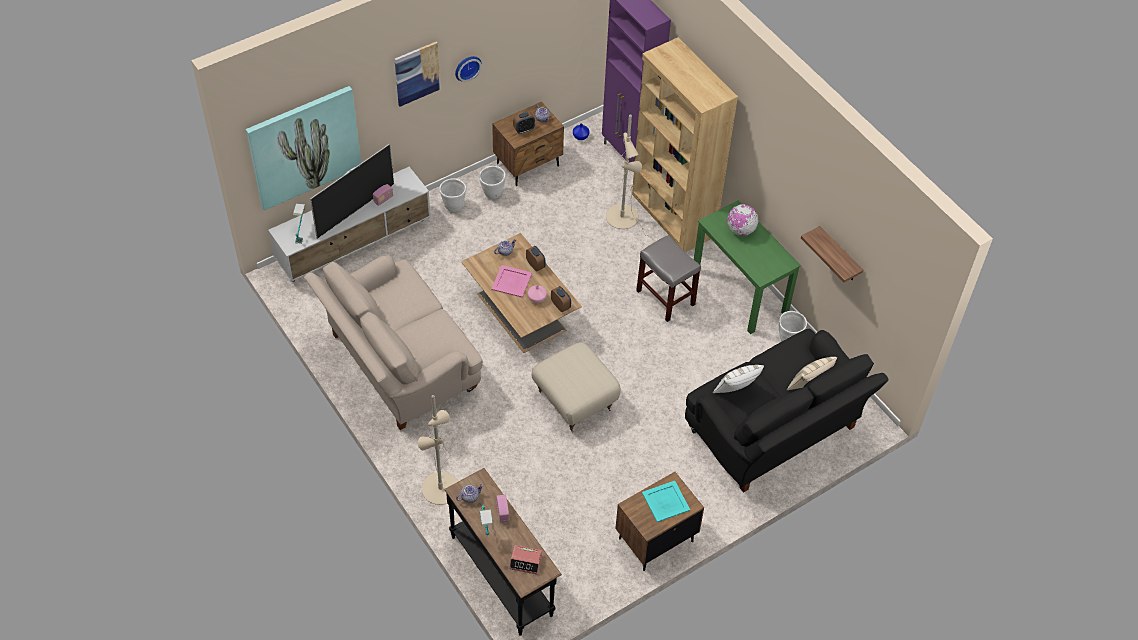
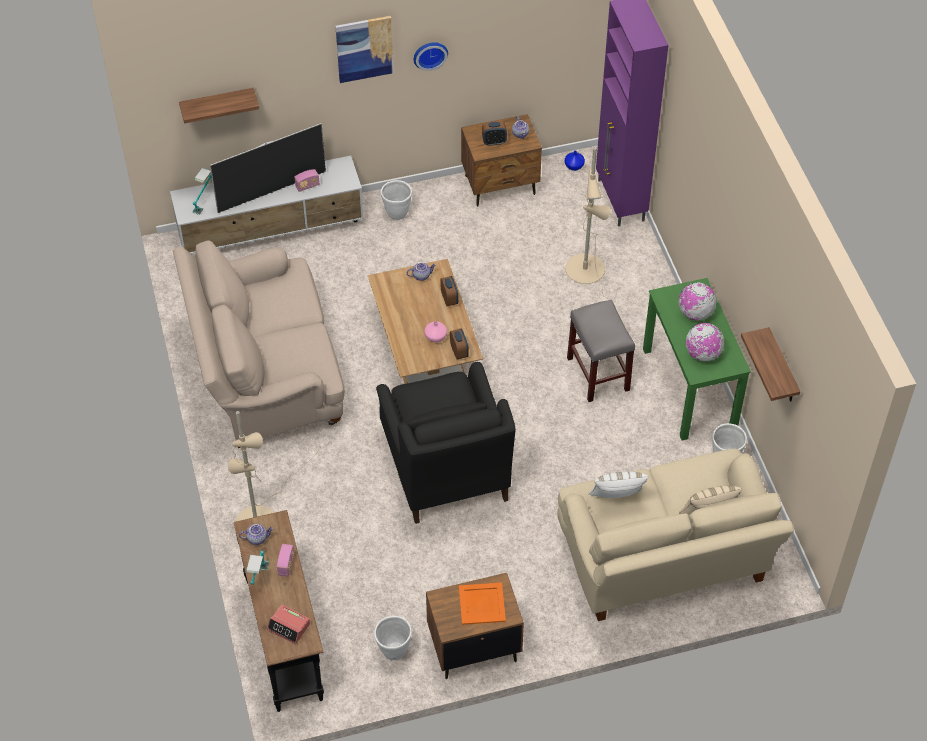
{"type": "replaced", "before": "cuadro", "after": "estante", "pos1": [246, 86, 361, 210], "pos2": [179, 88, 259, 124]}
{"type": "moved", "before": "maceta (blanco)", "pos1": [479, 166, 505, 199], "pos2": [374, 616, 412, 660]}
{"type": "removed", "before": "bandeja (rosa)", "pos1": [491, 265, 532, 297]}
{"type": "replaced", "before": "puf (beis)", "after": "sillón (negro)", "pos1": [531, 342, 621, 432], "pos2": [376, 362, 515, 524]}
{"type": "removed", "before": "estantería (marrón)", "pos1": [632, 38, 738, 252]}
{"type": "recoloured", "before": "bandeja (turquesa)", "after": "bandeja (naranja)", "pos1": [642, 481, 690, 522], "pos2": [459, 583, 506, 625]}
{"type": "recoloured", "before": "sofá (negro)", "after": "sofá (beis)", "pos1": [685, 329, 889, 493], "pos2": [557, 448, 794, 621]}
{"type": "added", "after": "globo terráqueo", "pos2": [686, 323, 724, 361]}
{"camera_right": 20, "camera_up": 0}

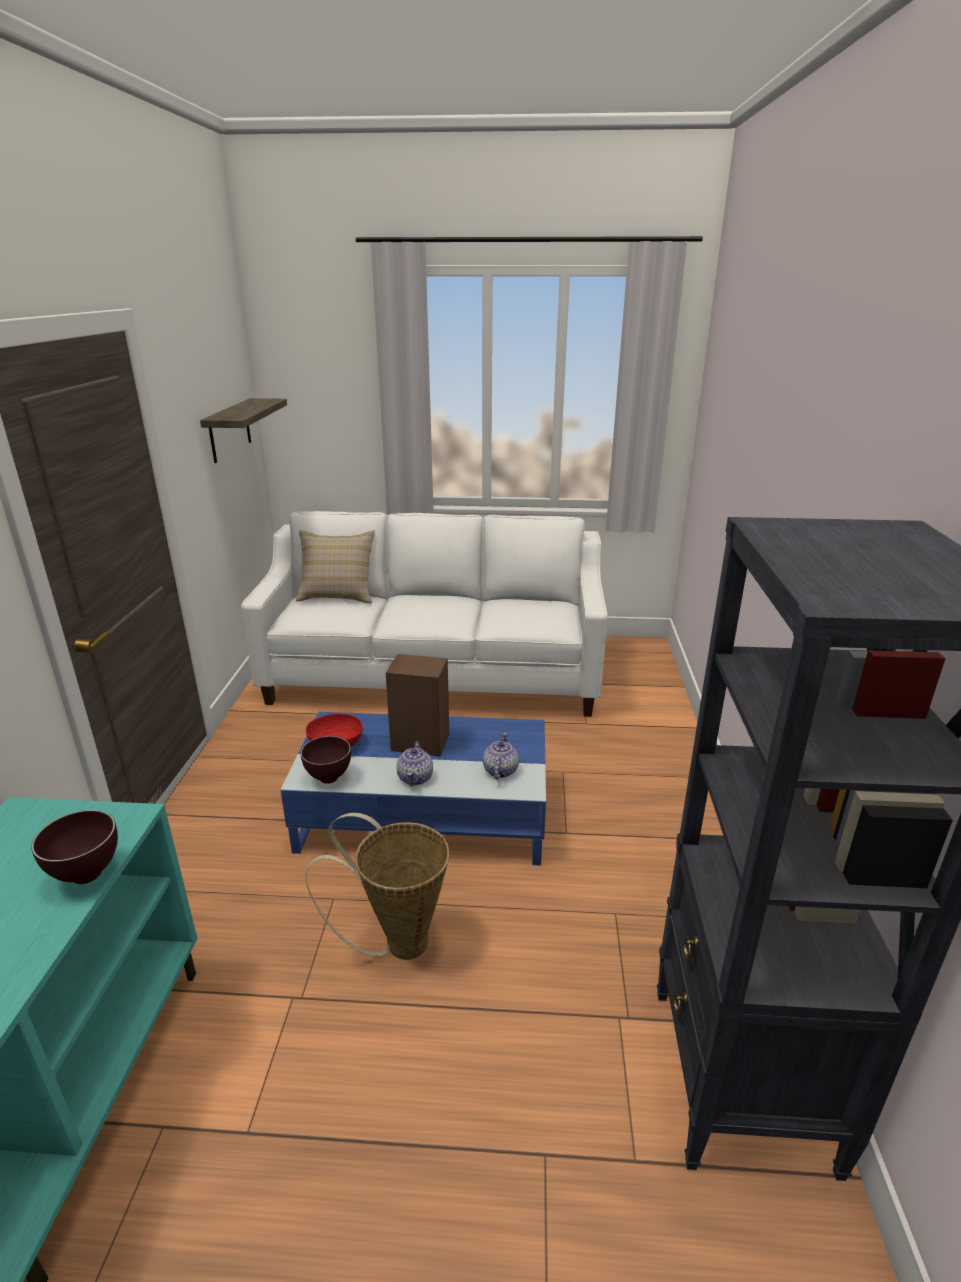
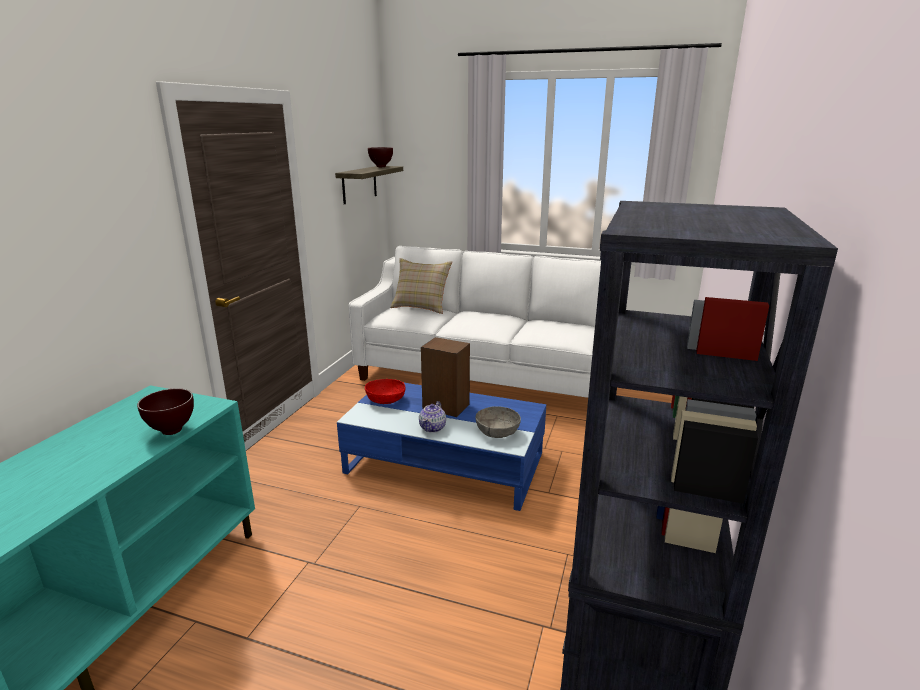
{"type": "moved", "before": "cuenco (marrón)", "pos1": [301, 736, 351, 784], "pos2": [368, 147, 393, 167]}
{"type": "removed", "before": "cesta", "pos1": [305, 813, 449, 960]}
{"type": "replaced", "before": "tetera", "after": "cuenco (gris)", "pos1": [483, 733, 519, 780], "pos2": [476, 406, 521, 438]}
{"camera_right": 15, "camera_up": -5}

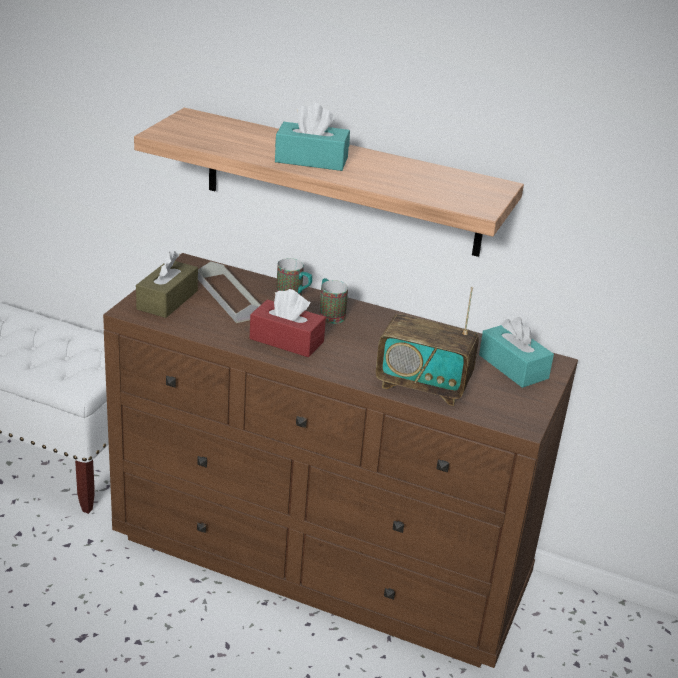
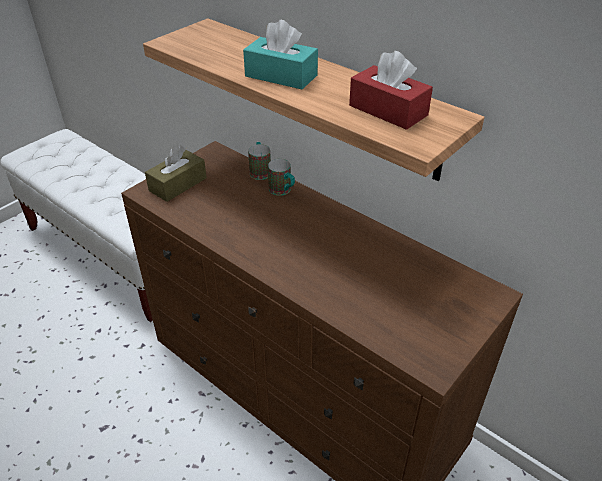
{"type": "removed", "before": "bandeja (gris)", "pos1": [198, 262, 260, 323]}
{"type": "moved", "before": "caja de pañuelos (rojo)", "pos1": [250, 289, 326, 357], "pos2": [349, 51, 433, 130]}
{"type": "moved", "before": "taza grande", "pos1": [319, 278, 348, 324], "pos2": [248, 142, 271, 180]}
{"type": "removed", "before": "radio", "pos1": [376, 287, 479, 406]}
{"type": "removed", "before": "caja de pañuelos (turquesa)", "pos1": [479, 317, 554, 388]}
{"camera_right": 20, "camera_up": 10}

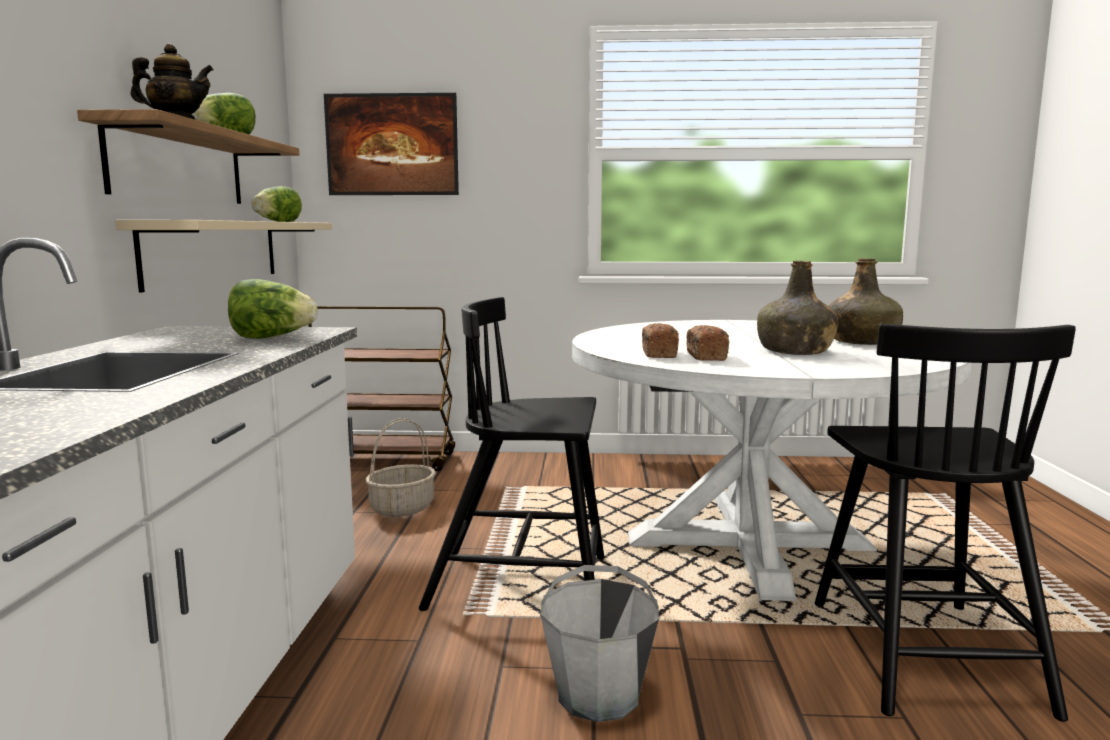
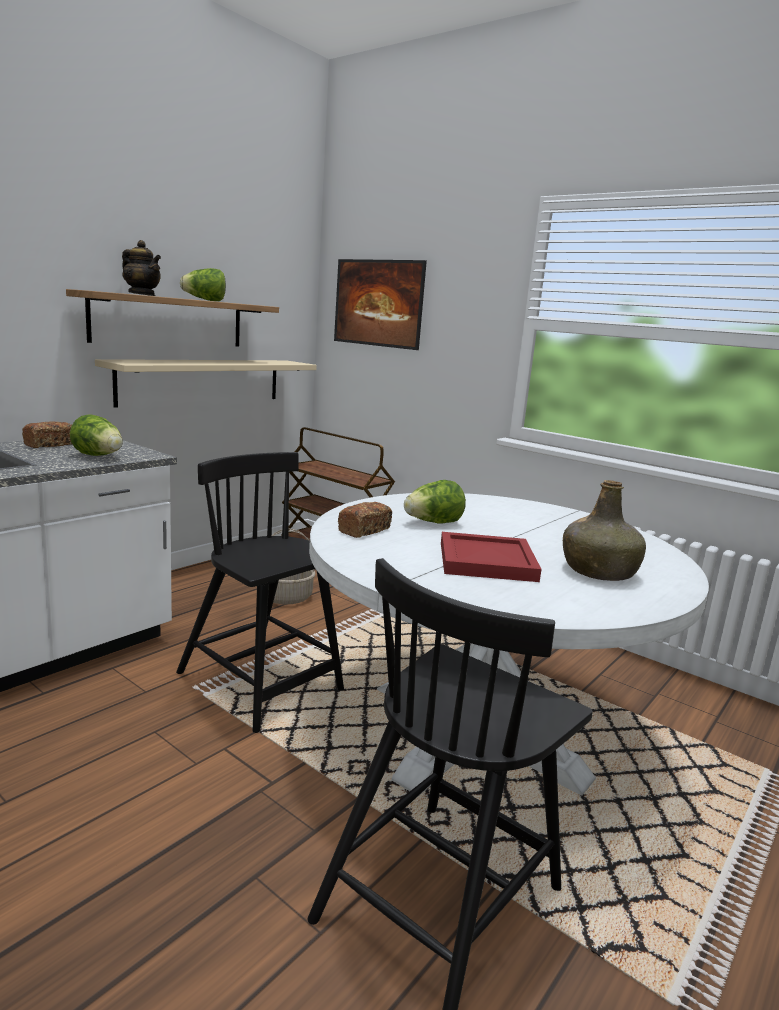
{"type": "moved", "before": "lechuga", "pos1": [251, 186, 302, 222], "pos2": [404, 480, 466, 523]}
{"type": "removed", "before": "cubo (gris)", "pos1": [540, 565, 659, 722]}
{"type": "moved", "before": "pan", "pos1": [686, 325, 729, 361], "pos2": [22, 421, 73, 448]}
{"type": "replaced", "before": "botella (verde)", "after": "bandeja (rojo)", "pos1": [757, 261, 838, 355], "pos2": [441, 532, 541, 582]}
{"camera_right": 35, "camera_up": 5}

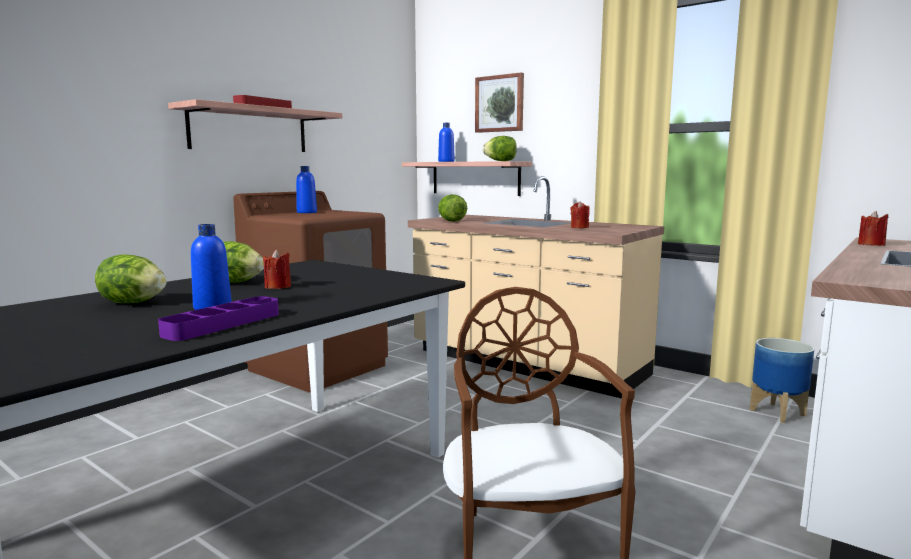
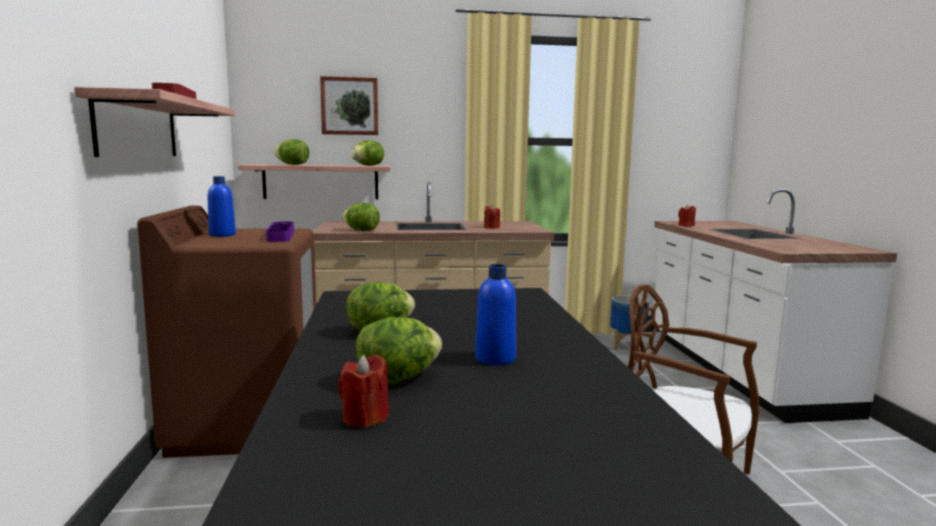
{"type": "moved", "before": "bandeja (morado)", "pos1": [158, 296, 279, 341], "pos2": [266, 222, 294, 242]}
{"type": "moved", "before": "vela (rojo)", "pos1": [263, 250, 291, 289], "pos2": [338, 355, 389, 428]}
{"type": "replaced", "before": "botella (azul)", "after": "lechuga", "pos1": [438, 123, 455, 162], "pos2": [274, 139, 309, 165]}
{"camera_right": -45, "camera_up": 0}

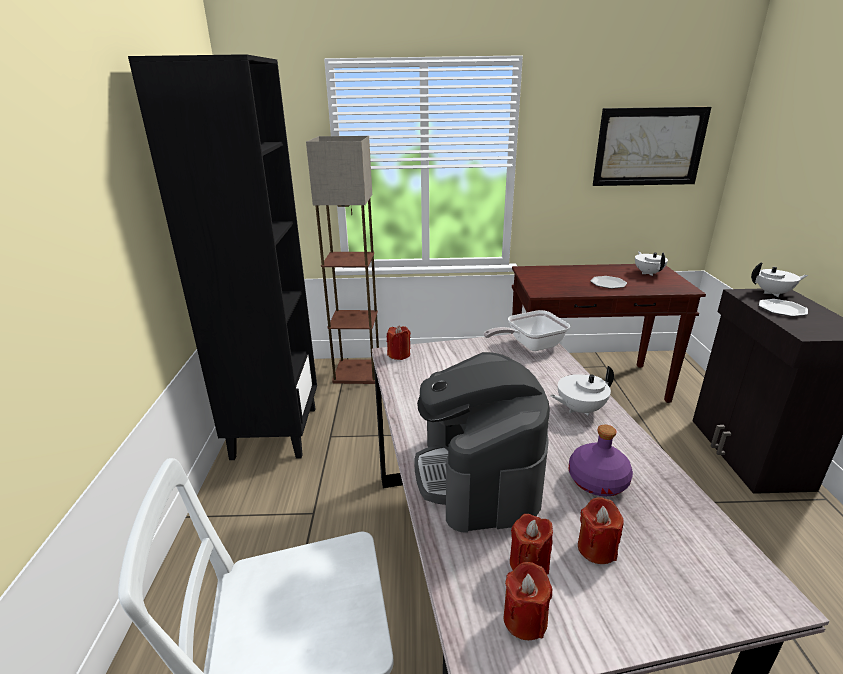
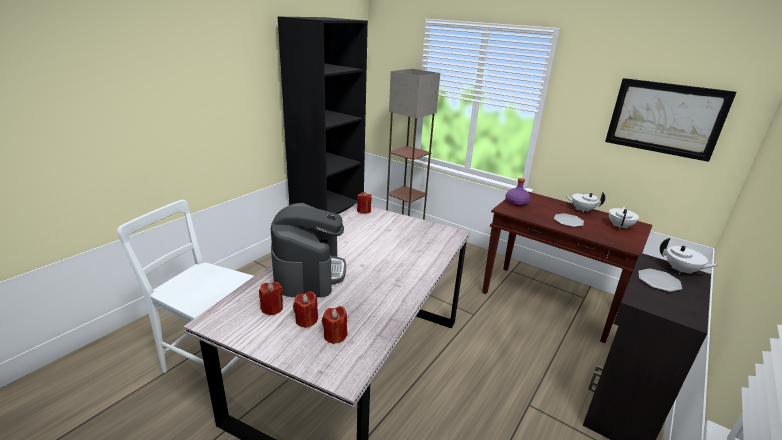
{"type": "turned", "before": "cafetera", "pos1": [414, 352, 550, 533], "pos2": [271, 203, 346, 298], "turn": 150}
{"type": "removed", "before": "sartén", "pos1": [484, 310, 570, 351]}
{"type": "moved", "before": "vela (rojo)", "pos1": [503, 562, 552, 640], "pos2": [322, 306, 347, 344]}
{"type": "moved", "before": "tetera (blanco)", "pos1": [550, 366, 614, 416], "pos2": [565, 192, 605, 213]}
{"type": "moved", "before": "botella (morado)", "pos1": [569, 424, 633, 496], "pos2": [505, 178, 531, 207]}
{"camera_right": 35, "camera_up": 0}

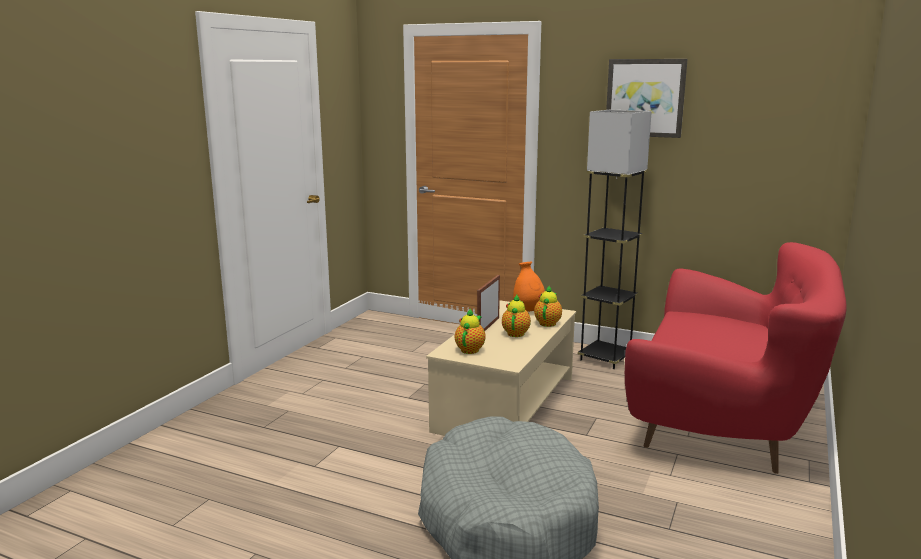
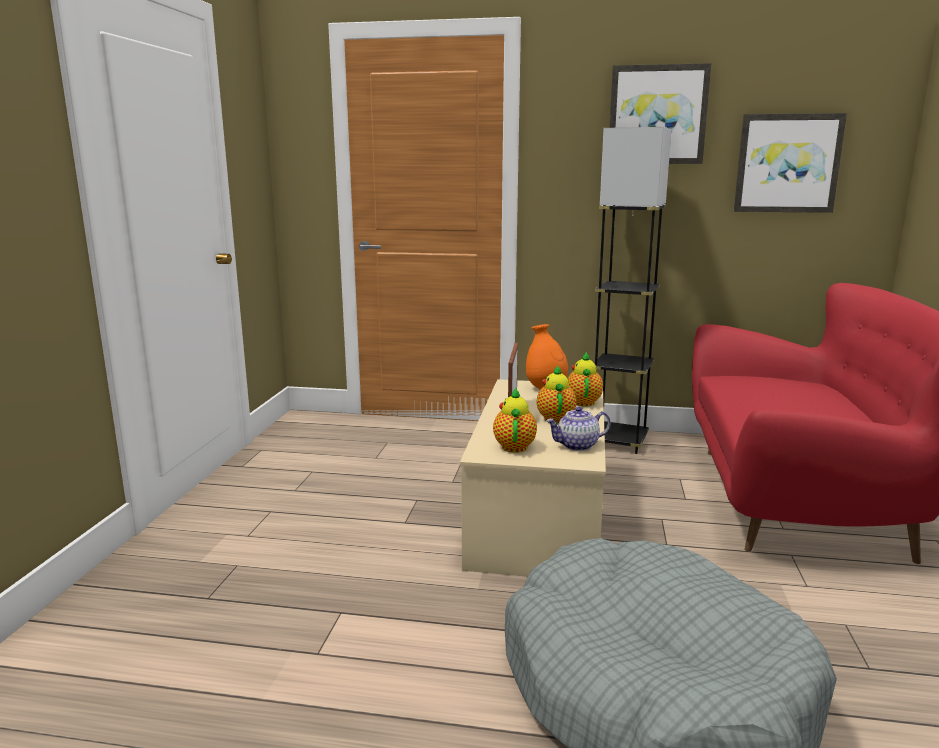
{"type": "added", "after": "tetera", "pos2": [546, 407, 611, 451]}
{"type": "added", "after": "cuadro", "pos2": [734, 113, 847, 213]}
{"camera_right": -15, "camera_up": 0}

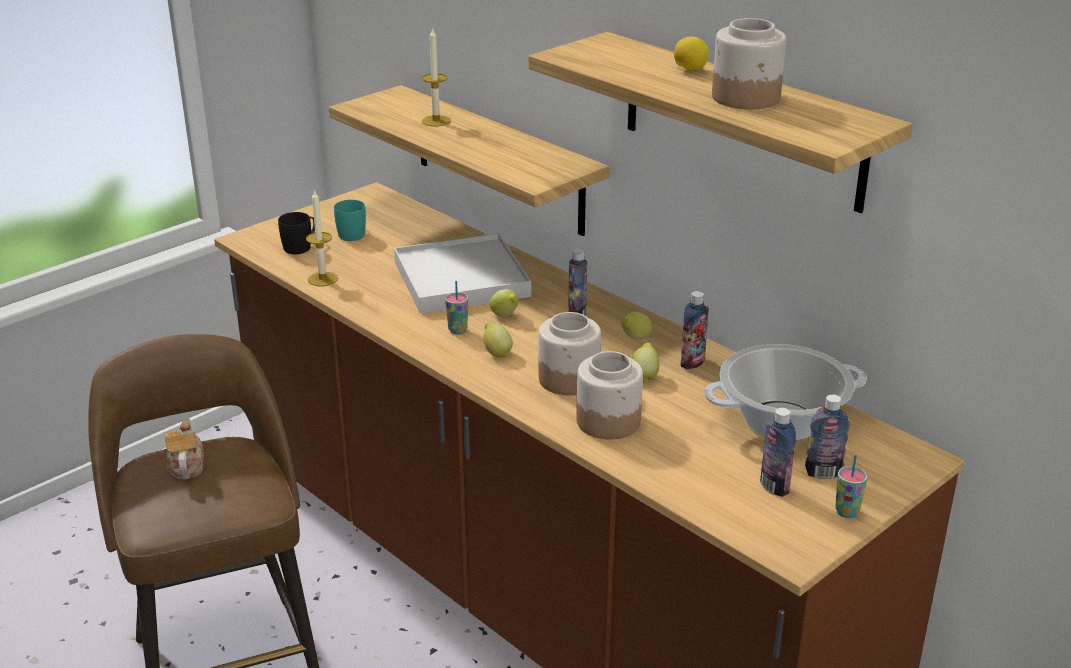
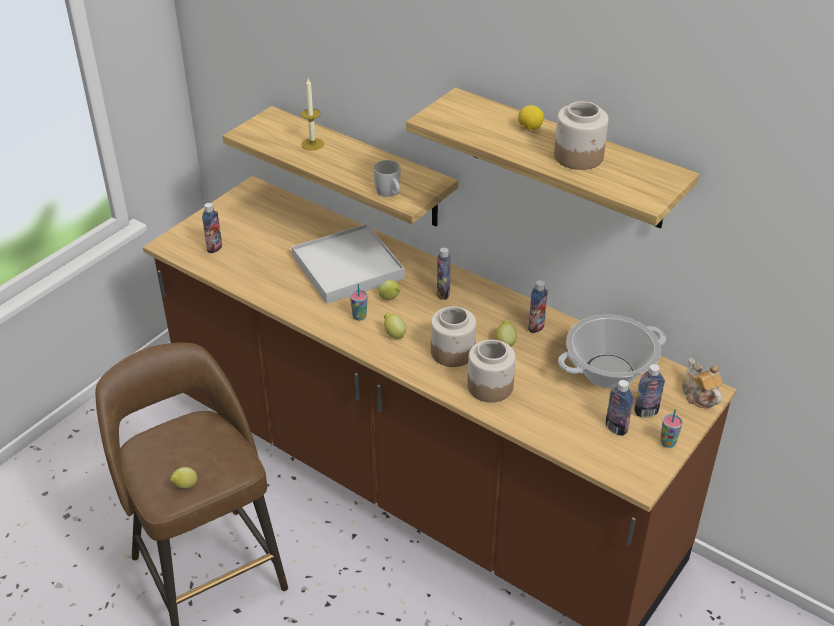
{"type": "moved", "before": "tetera", "pos1": [165, 417, 204, 479], "pos2": [682, 358, 723, 408]}
{"type": "replaced", "before": "taza grande (negro)", "after": "botella", "pos1": [278, 212, 315, 254], "pos2": [202, 203, 222, 253]}
{"type": "removed", "before": "vela", "pos1": [306, 189, 338, 286]}
{"type": "removed", "before": "taza grande (turquesa)", "pos1": [334, 200, 366, 241]}
{"type": "moved", "before": "limón", "pos1": [621, 311, 652, 339], "pos2": [170, 467, 197, 489]}
{"type": "added", "after": "taza grande (blanco)", "pos2": [374, 160, 400, 197]}
{"camera_right": -10, "camera_up": 10}

